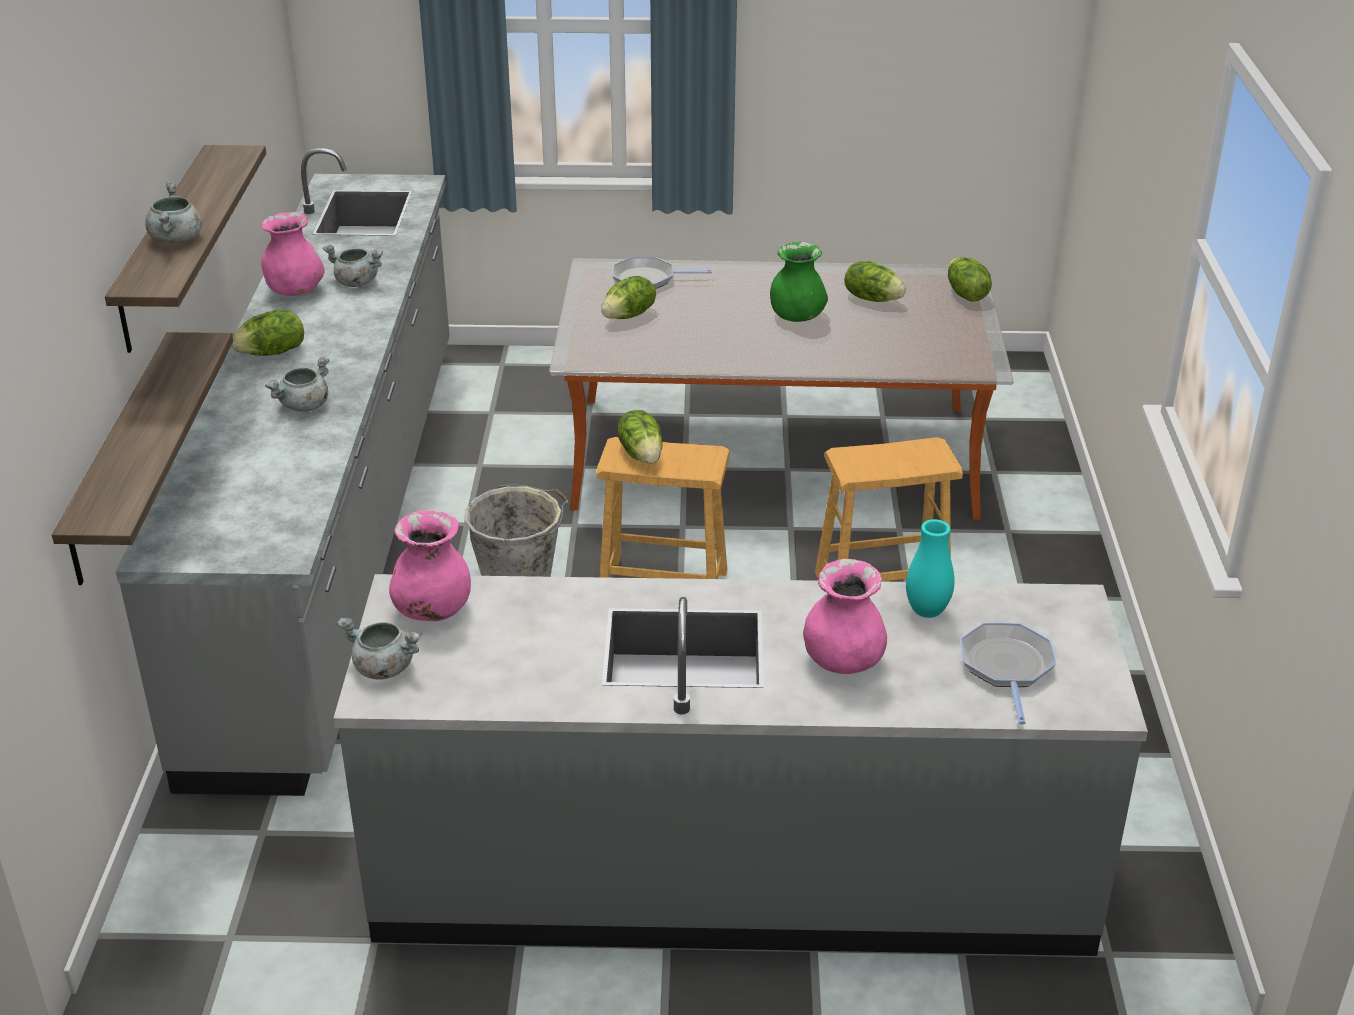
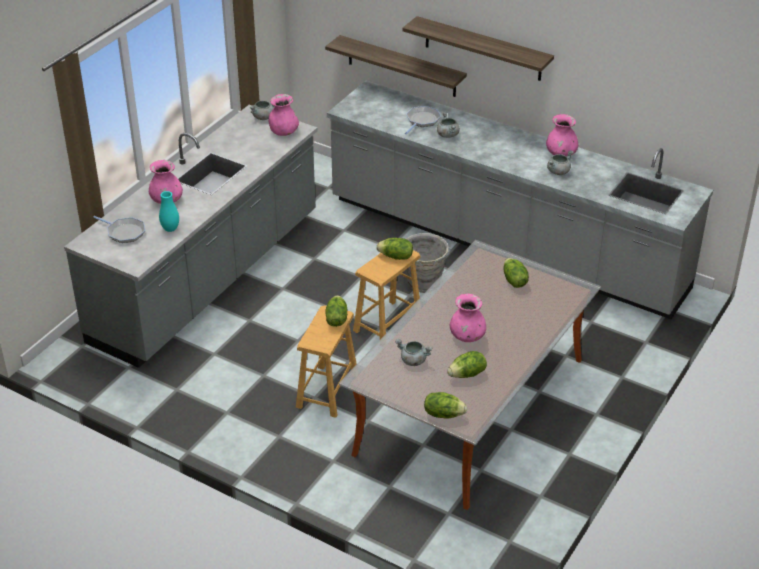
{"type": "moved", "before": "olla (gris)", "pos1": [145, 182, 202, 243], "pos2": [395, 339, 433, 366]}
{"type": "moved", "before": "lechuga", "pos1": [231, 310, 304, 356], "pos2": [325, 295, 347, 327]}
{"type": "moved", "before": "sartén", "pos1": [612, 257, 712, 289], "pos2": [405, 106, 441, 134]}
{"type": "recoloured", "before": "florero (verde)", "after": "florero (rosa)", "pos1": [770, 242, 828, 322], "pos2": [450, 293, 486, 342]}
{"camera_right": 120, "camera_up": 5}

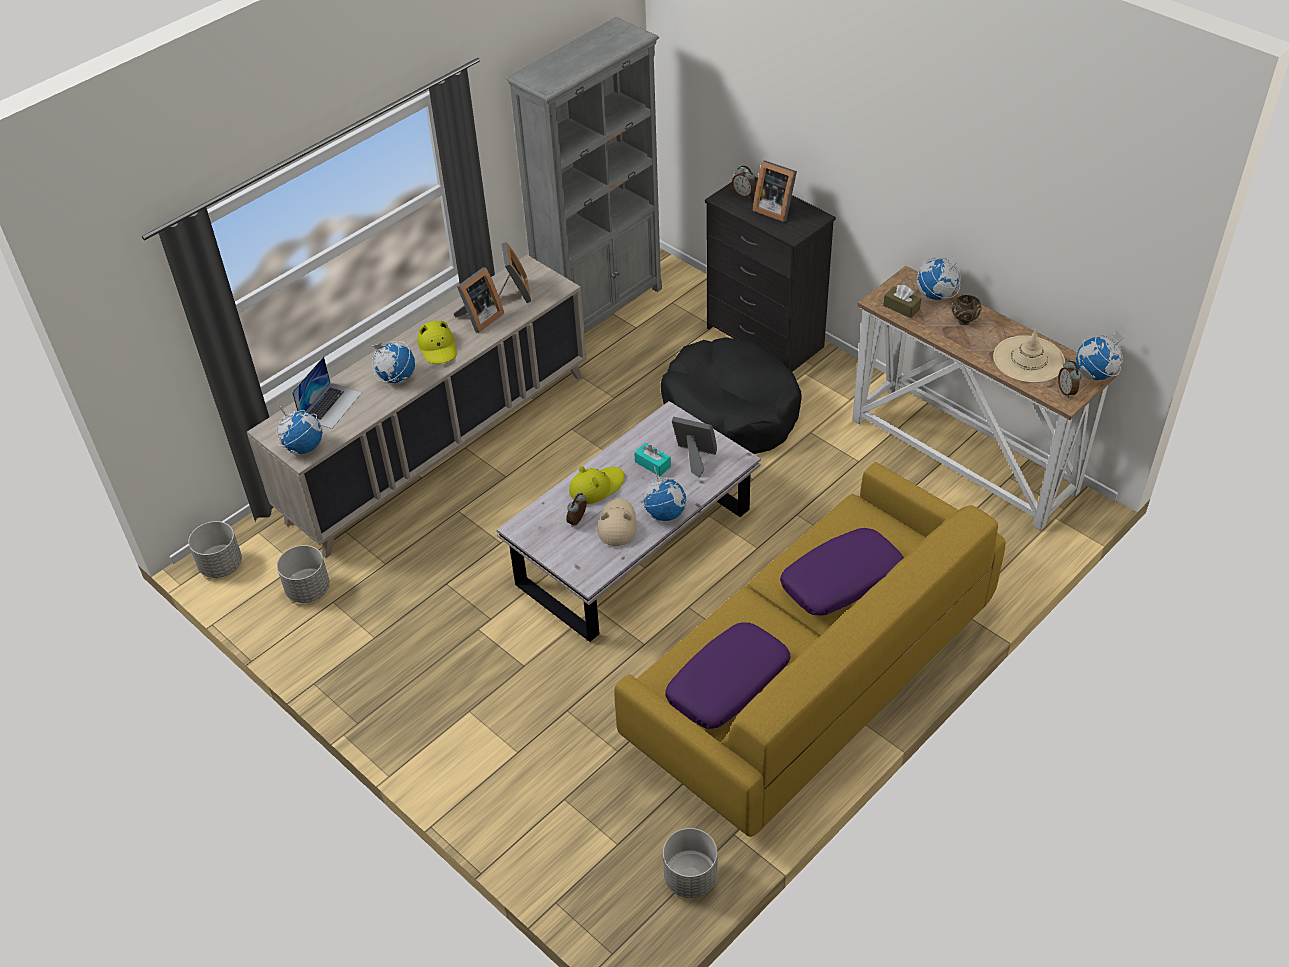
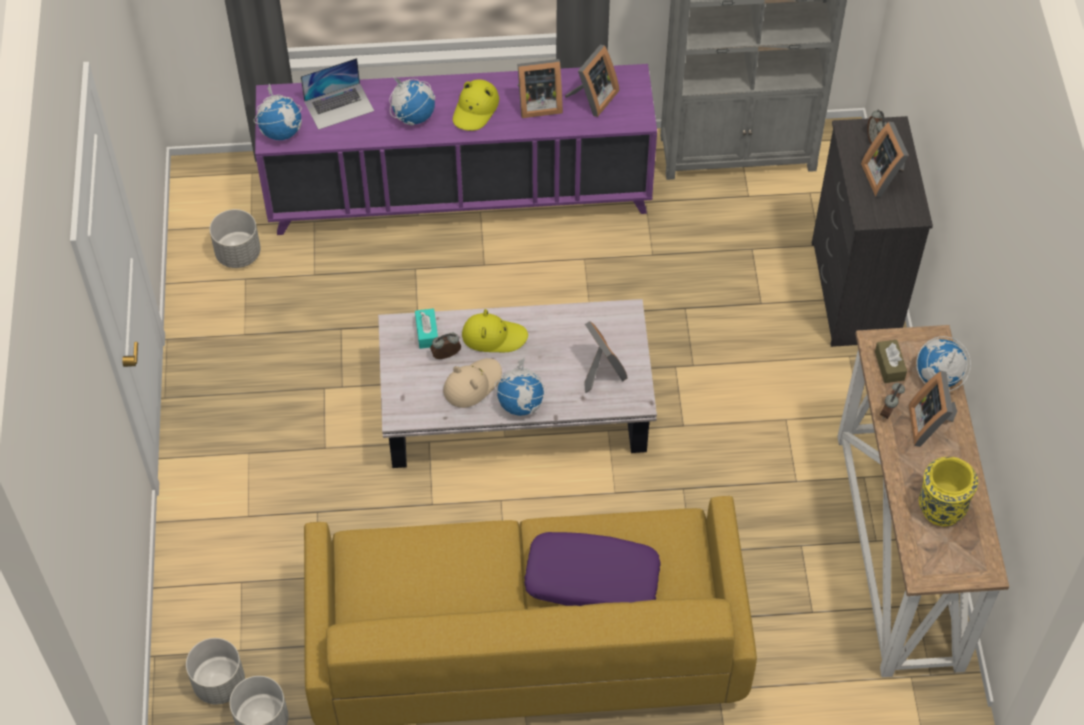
{"type": "moved", "before": "maceta (gris)", "pos1": [188, 521, 242, 578], "pos2": [186, 638, 245, 704]}
{"type": "recoloured", "before": "armario (beis)", "after": "armario (morado)", "pos1": [247, 255, 587, 558], "pos2": [255, 64, 657, 235]}
{"type": "moved", "before": "caja de pañuelos (turquesa)", "pos1": [634, 443, 671, 476], "pos2": [415, 308, 438, 349]}
{"type": "removed", "before": "cama para perro (negro)", "pos1": [661, 337, 802, 454]}
{"type": "removed", "before": "cojín (morado)", "pos1": [665, 623, 790, 729]}
{"type": "replaced", "before": "cuenco (marrón)", "after": "portarretratos", "pos1": [952, 295, 981, 325], "pos2": [909, 371, 957, 447]}
{"type": "replaced", "before": "sombrero (beis)", "after": "florero (amarillo)", "pos1": [993, 329, 1065, 383], "pos2": [919, 457, 978, 526]}
{"type": "moved", "before": "despertador", "pos1": [1058, 360, 1082, 398], "pos2": [880, 383, 905, 419]}
{"type": "removed", "before": "globo terráqueo", "pos1": [1076, 331, 1124, 380]}
{"camera_right": 40, "camera_up": 10}

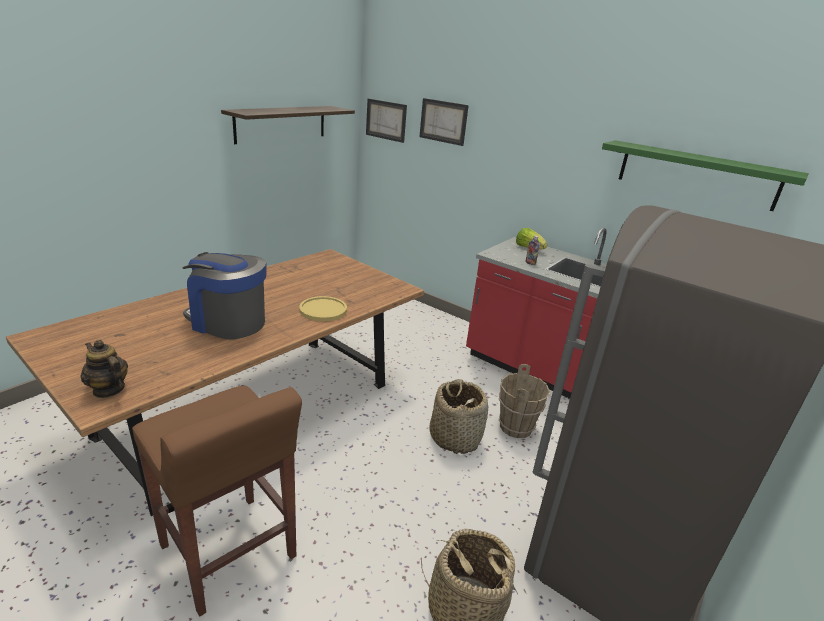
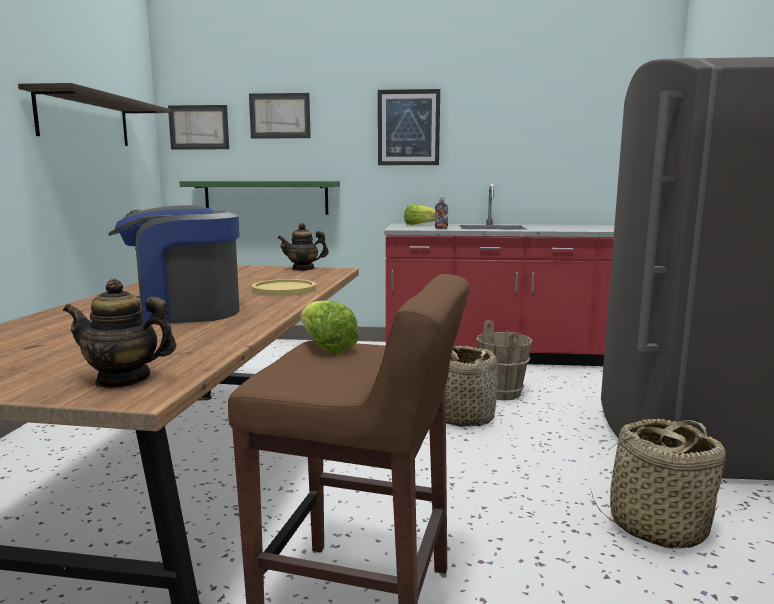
{"type": "moved", "before": "estante (verde)", "pos1": [602, 140, 809, 211], "pos2": [179, 181, 340, 215]}
{"type": "added", "after": "tetera", "pos2": [278, 223, 329, 271]}
{"type": "added", "after": "lechuga", "pos2": [300, 300, 359, 353]}
{"type": "added", "after": "cuadro", "pos2": [378, 89, 440, 165]}
{"camera_right": -30, "camera_up": -15}

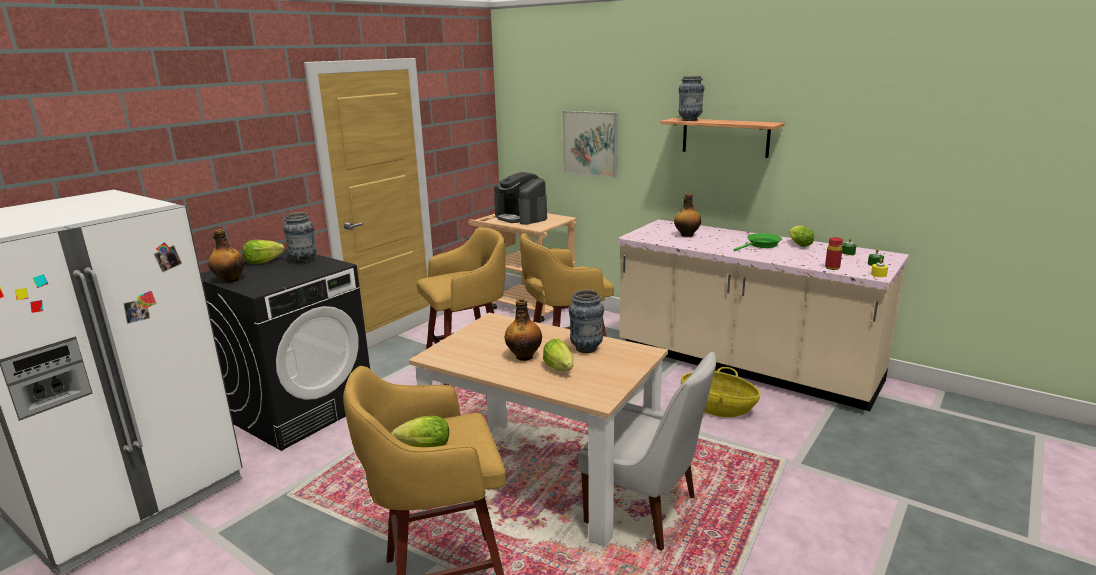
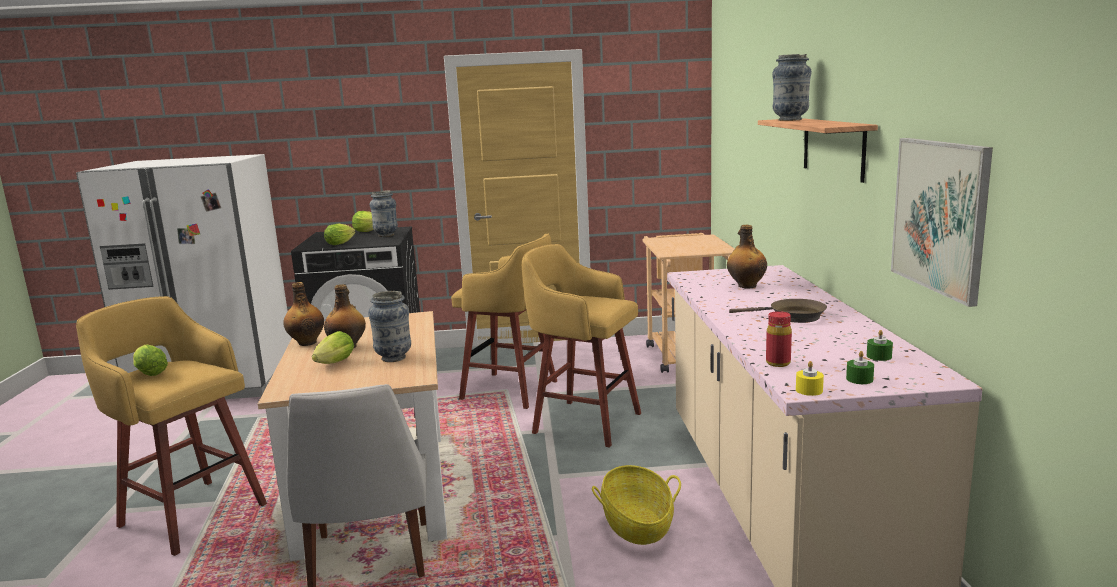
{"type": "moved", "before": "botella", "pos1": [208, 229, 245, 283], "pos2": [283, 282, 324, 346]}
{"type": "removed", "before": "cafetera", "pos1": [494, 172, 547, 225]}
{"type": "moved", "before": "cuadro", "pos1": [563, 111, 618, 178], "pos2": [891, 138, 993, 307]}
{"type": "recoloured", "before": "sartén (verde)", "after": "sartén (marrón)", "pos1": [734, 233, 782, 251], "pos2": [729, 299, 827, 323]}
{"type": "moved", "before": "lechuga", "pos1": [789, 225, 814, 247], "pos2": [324, 224, 355, 245]}
{"camera_right": 50, "camera_up": -5}

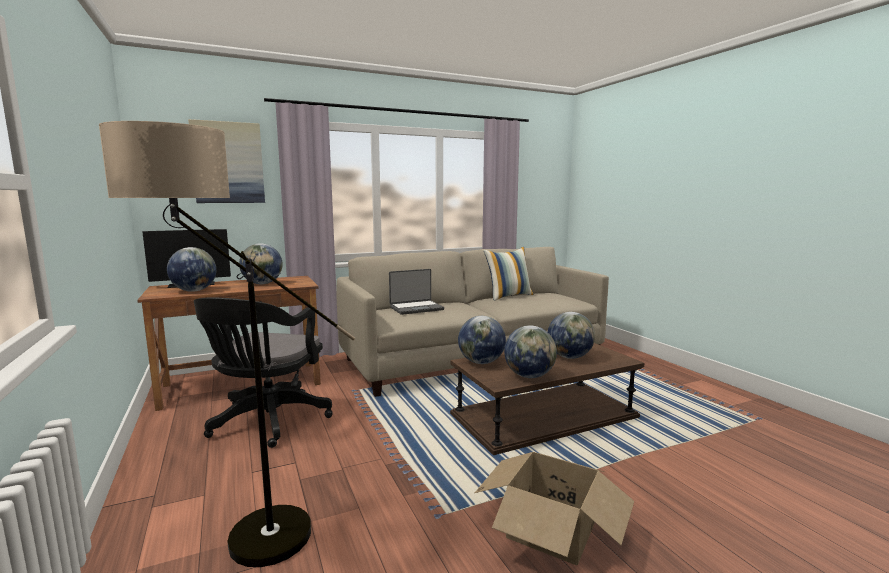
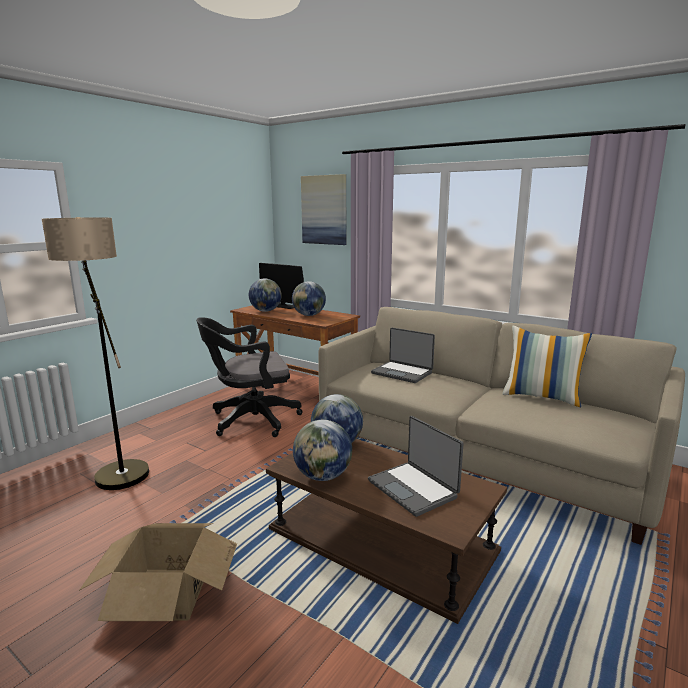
{"type": "replaced", "before": "globo terráqueo", "after": "portátil", "pos1": [548, 312, 595, 359], "pos2": [368, 416, 463, 517]}
{"camera_right": 60, "camera_up": 5}

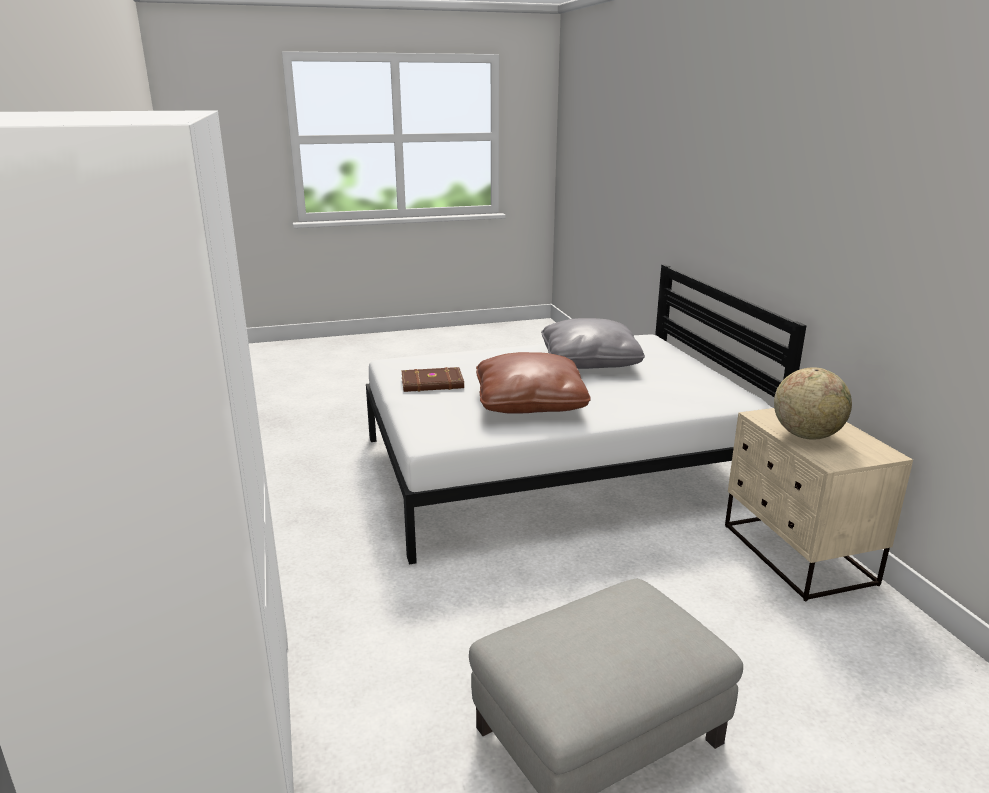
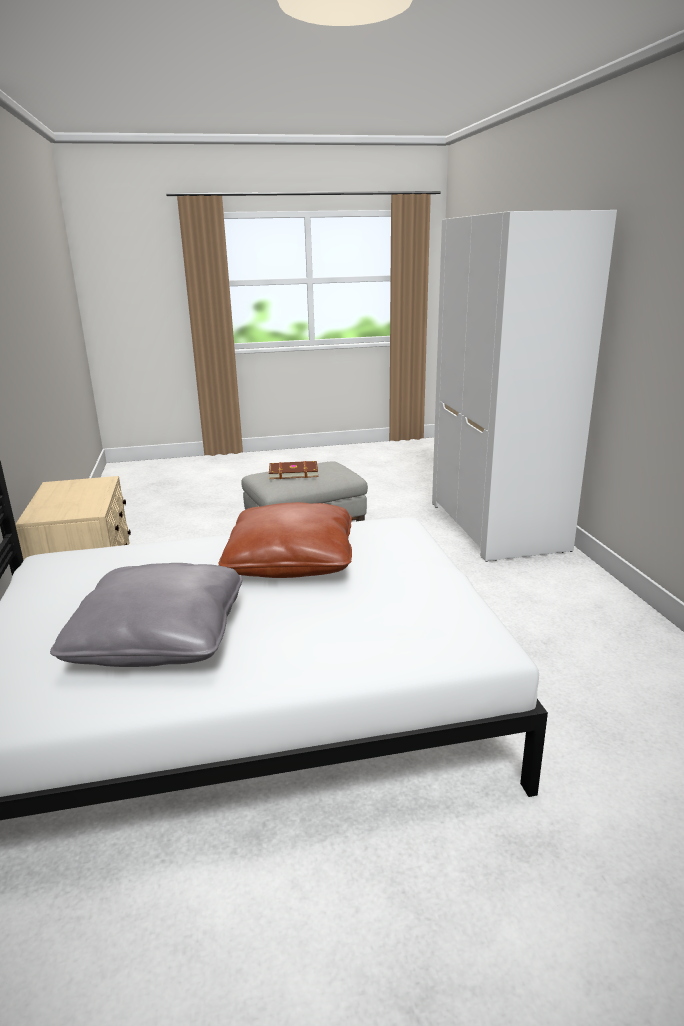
{"type": "moved", "before": "libro (marrón)", "pos1": [401, 367, 464, 392], "pos2": [269, 461, 318, 479]}
{"type": "removed", "before": "globo terráqueo", "pos1": [774, 367, 852, 440]}
{"camera_right": -175, "camera_up": 0}

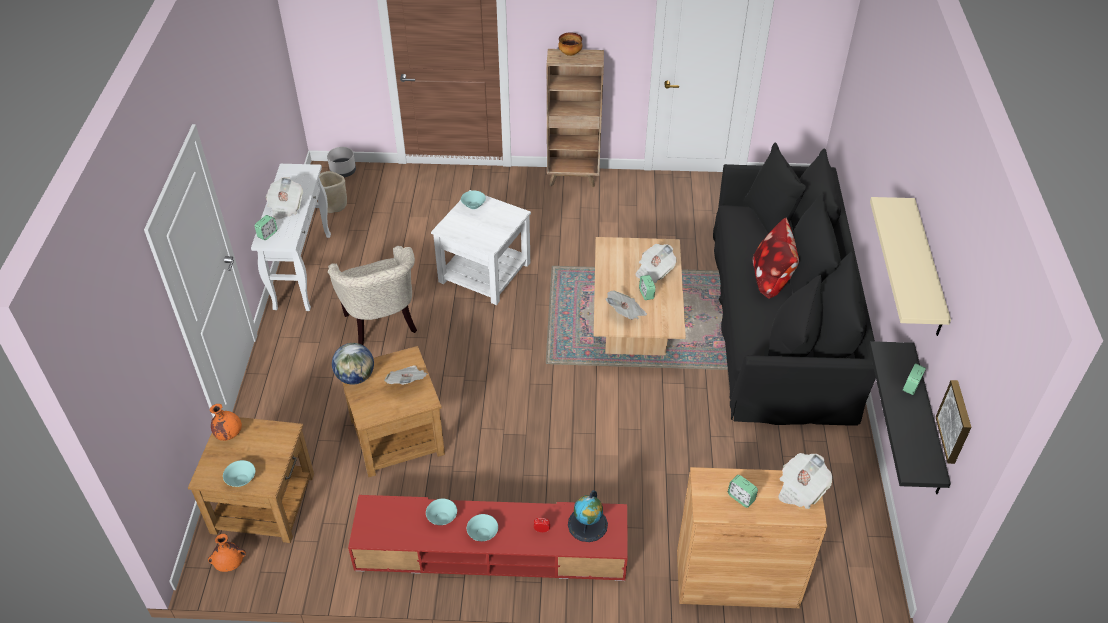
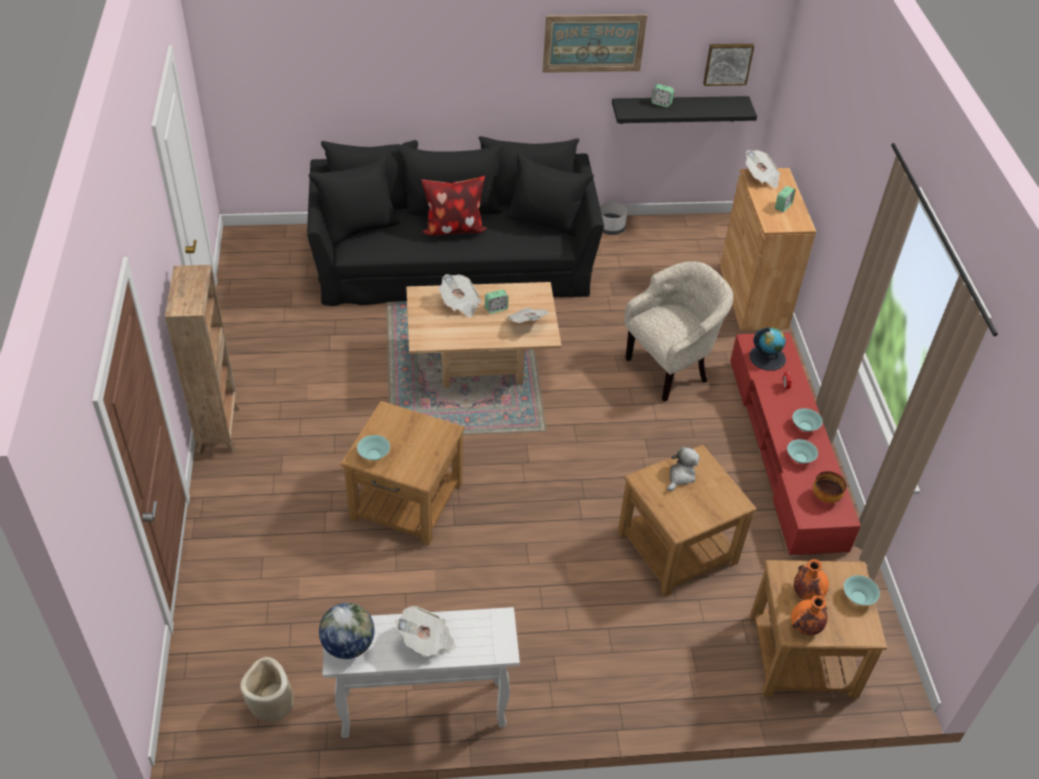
{"type": "moved", "before": "florero (naranja)", "pos1": [208, 534, 246, 572], "pos2": [794, 559, 829, 600]}
{"type": "removed", "before": "despertador", "pos1": [254, 215, 277, 240]}
{"type": "moved", "before": "maceta (gris)", "pos1": [327, 147, 356, 177], "pos2": [600, 201, 627, 235]}
{"type": "moved", "before": "sillón (beis)", "pos1": [328, 246, 417, 346], "pos2": [624, 261, 733, 402]}
{"type": "moved", "before": "globo terráqueo", "pos1": [332, 343, 374, 385], "pos2": [319, 603, 374, 659]}
{"type": "replaced", "before": "periódico", "after": "peluche", "pos1": [385, 365, 427, 385], "pos2": [667, 447, 700, 491]}
{"type": "recoloured", "before": "mesa auxiliar (blanco)", "after": "mesa auxiliar (marrón)", "pos1": [431, 190, 531, 305], "pos2": [341, 401, 465, 546]}
{"type": "moved", "before": "cuenco", "pos1": [558, 32, 582, 56], "pos2": [813, 471, 846, 503]}
{"type": "replaced", "before": "estante (beis)", "after": "cuadro", "pos1": [870, 197, 951, 336], "pos2": [543, 14, 647, 73]}
{"camera_right": -100, "camera_up": 0}

